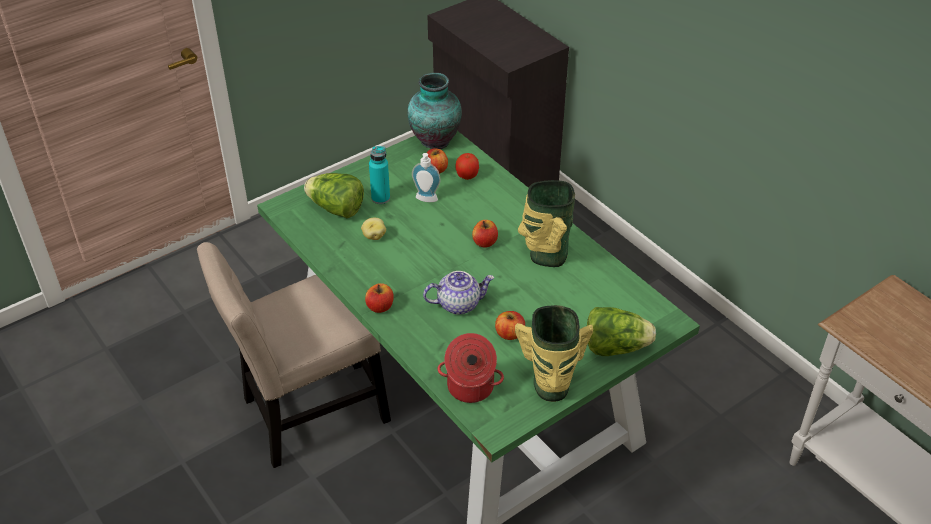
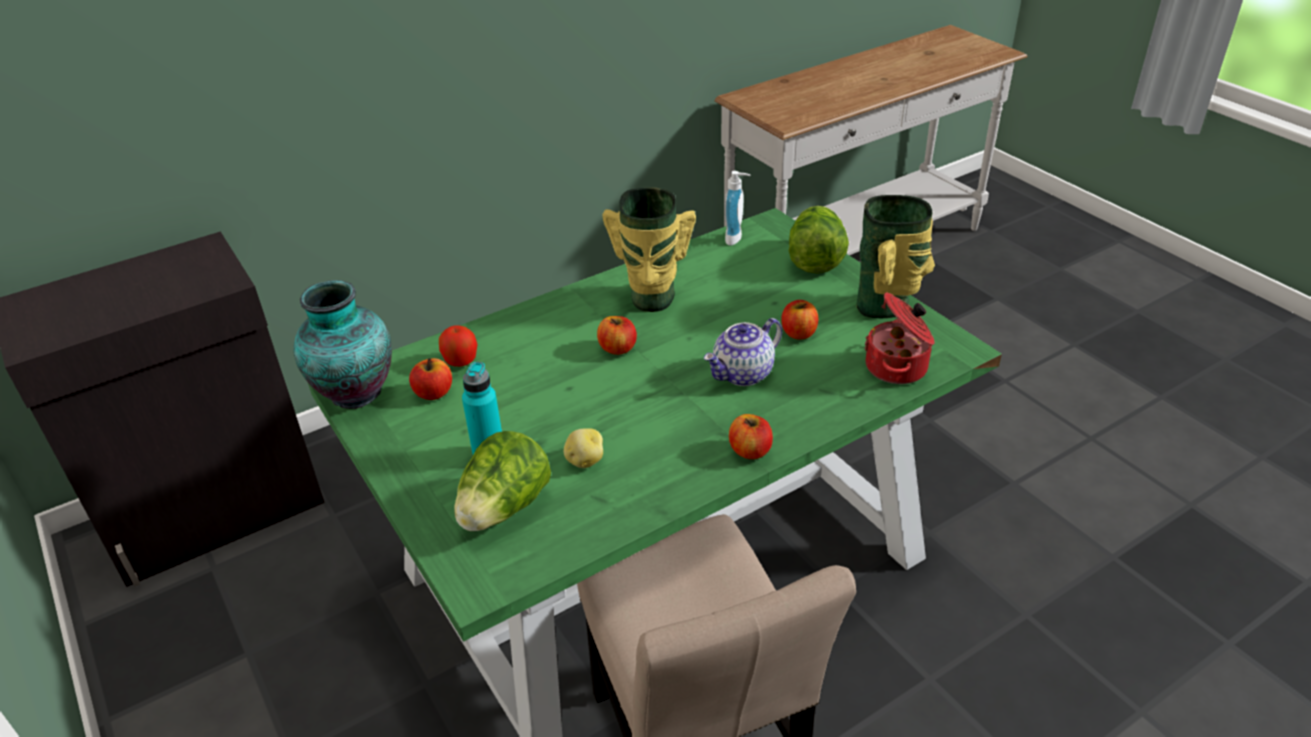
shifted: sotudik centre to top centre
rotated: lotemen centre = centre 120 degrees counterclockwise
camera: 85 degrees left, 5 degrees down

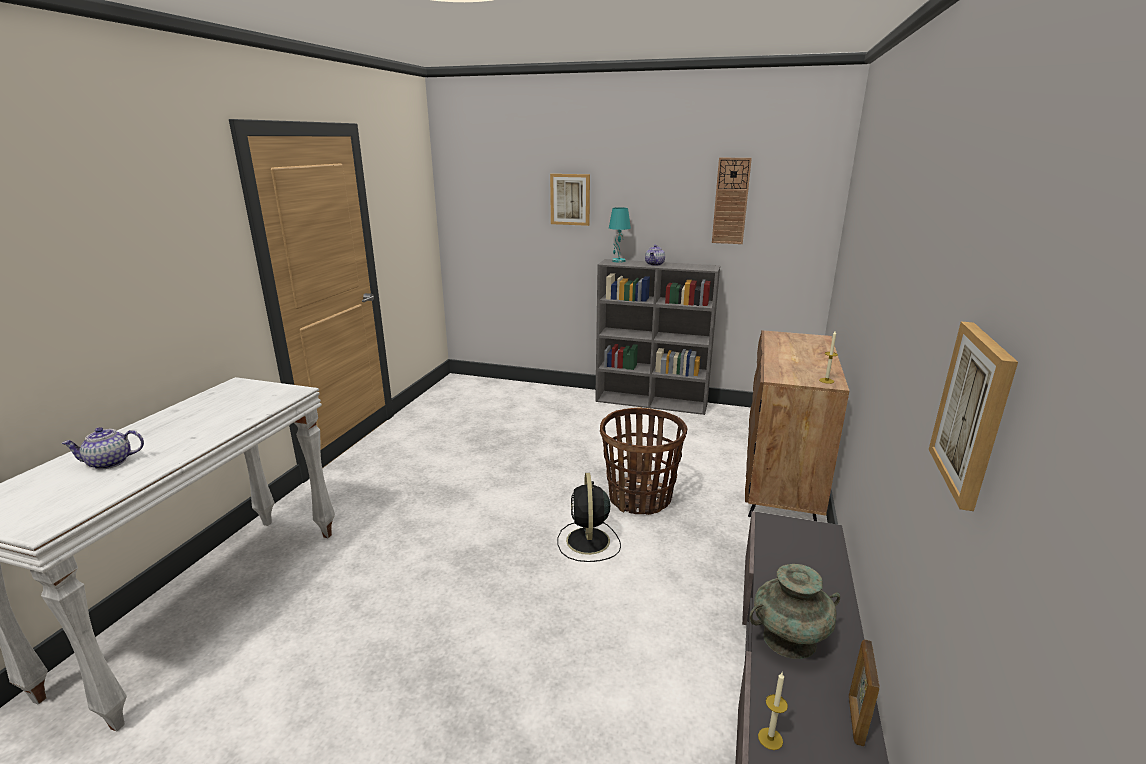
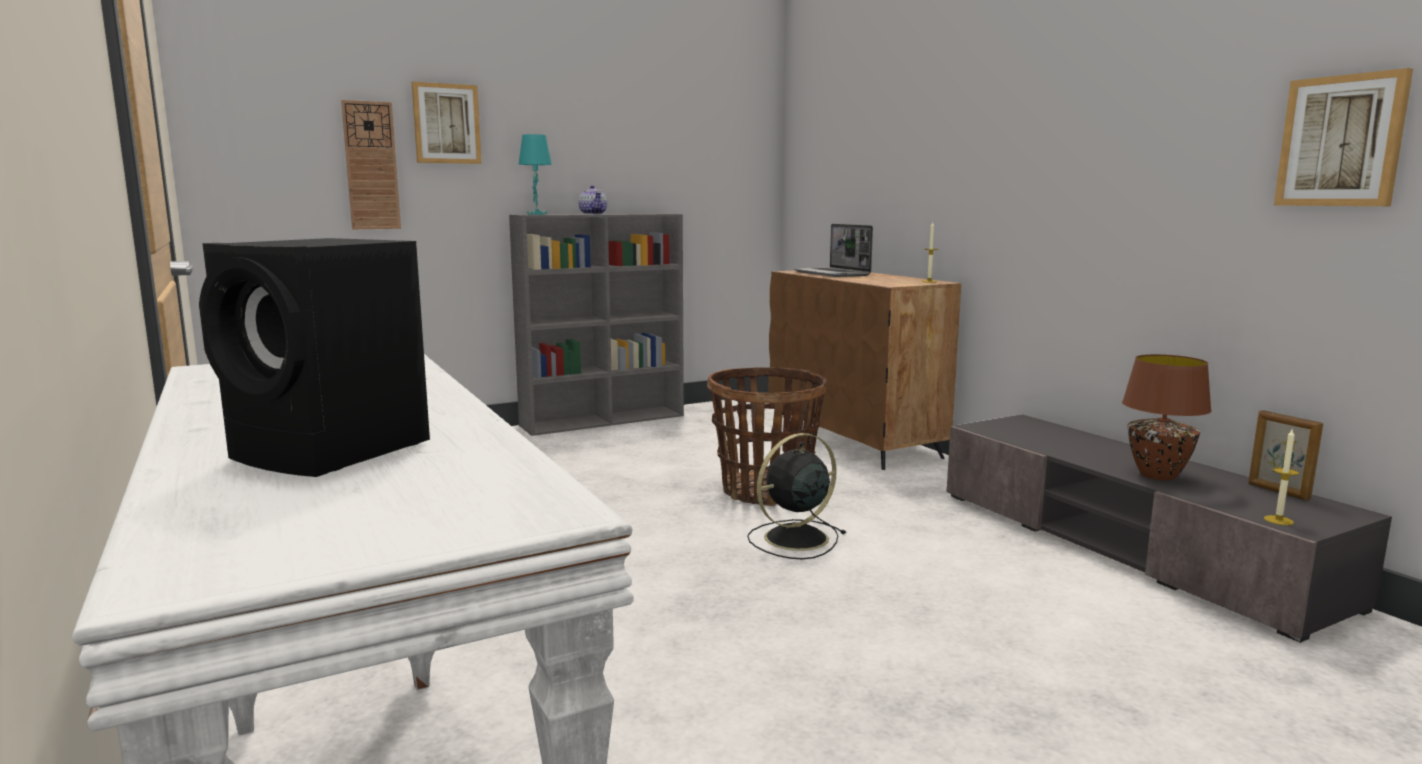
new: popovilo top centre
shifted: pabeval top centre to top left
swapped: lotemen (no. 1 from left) middle left to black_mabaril middle left; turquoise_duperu bottom right to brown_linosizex middle right
rotated: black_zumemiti bottom centre = centre 105 degrees clockwise
camera: 45 degrees left, 10 degrees down

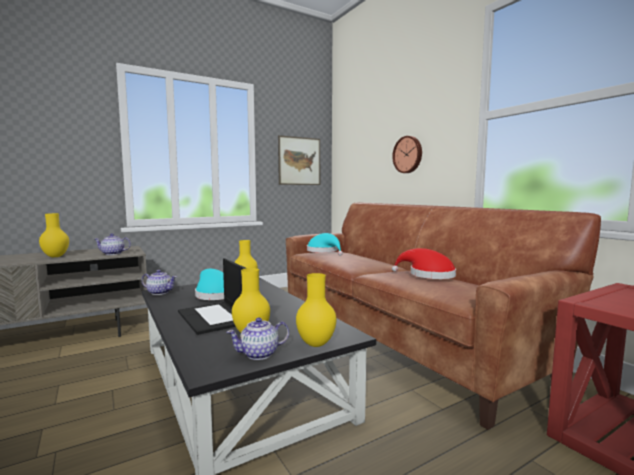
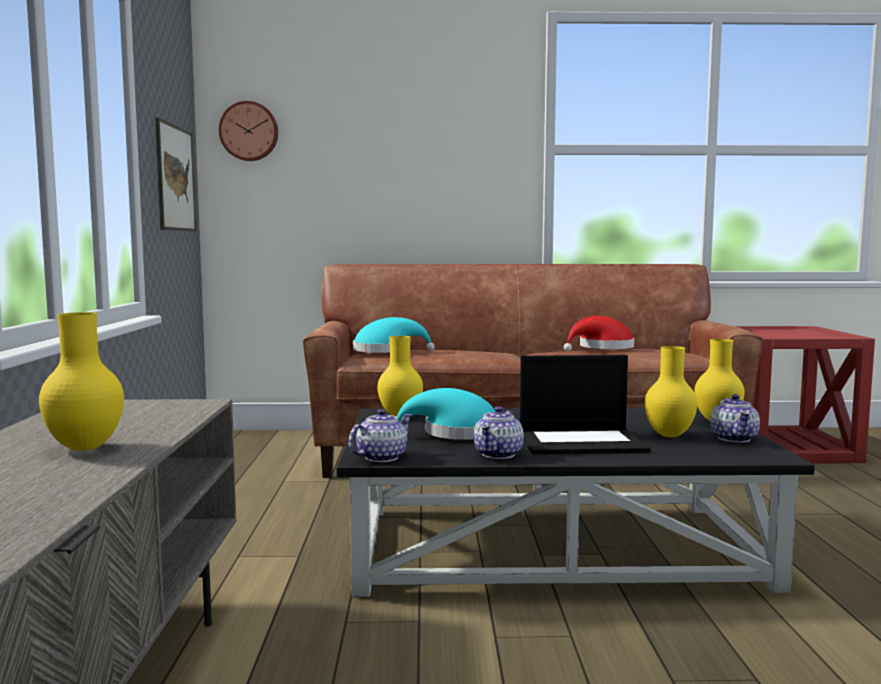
shifted: lotemen (no. 1 from left in the first image) middle left to lotemen (no. 2 from left) centre; pabeval top centre to top left
camera: 60 degrees left, 0 degrees up

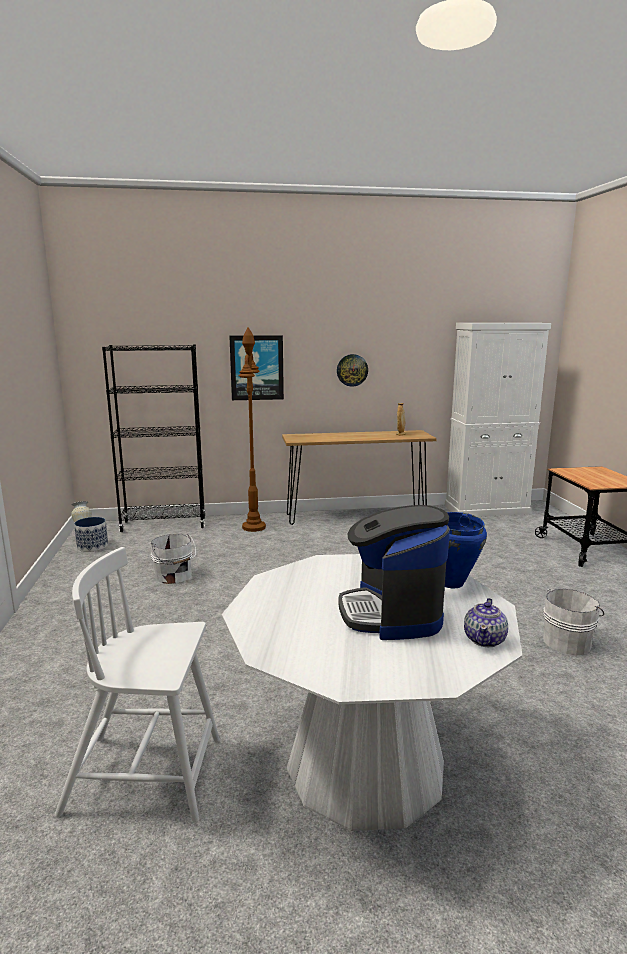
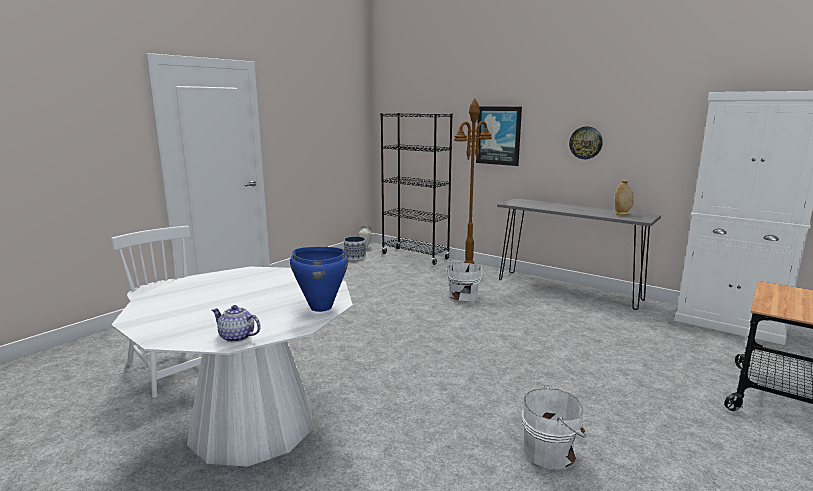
gone: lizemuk centre
shifted: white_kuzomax (no. 1 from left) middle left to centre
repainted: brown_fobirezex centre to grey_fobirezex middle right
rotated: lotemen middle right = middle left 45 degrees clockwise
camera: 45 degrees right, 0 degrees up

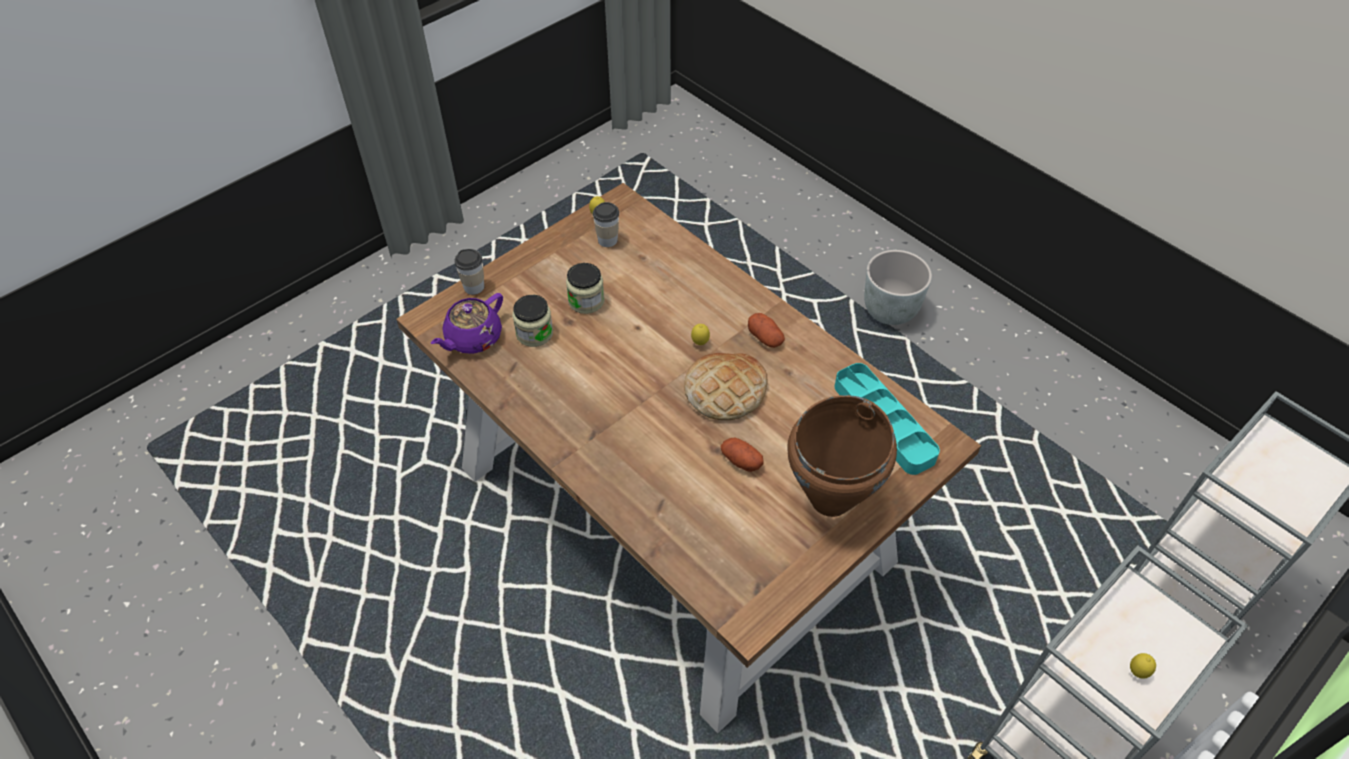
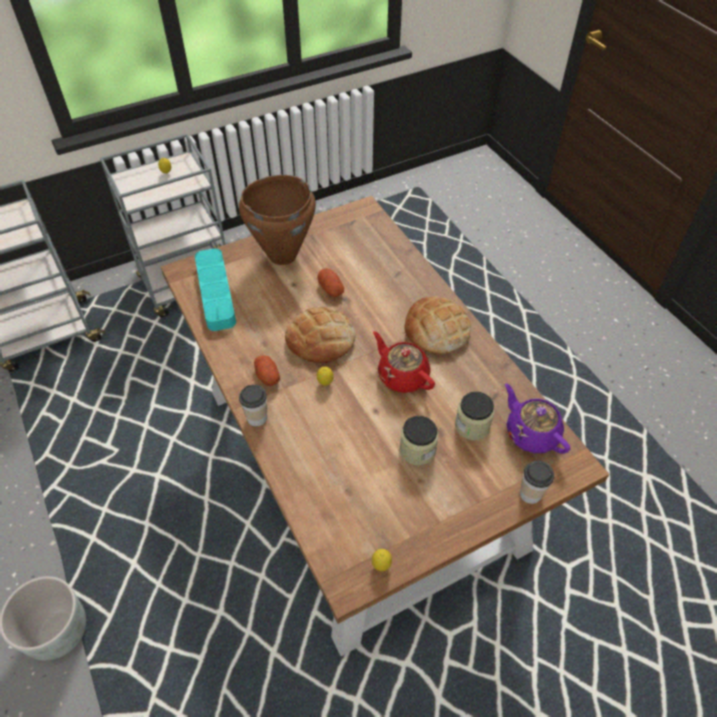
new: red_lotemen centre; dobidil (no. 2 from left) centre
shifted: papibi (no. 2 from left in the first image) top centre to papibi (no. 1 from left) centre
rotated: purple_lotemen centre = middle right 90 degrees counterclockwise
camera: 165 degrees left, 0 degrees up

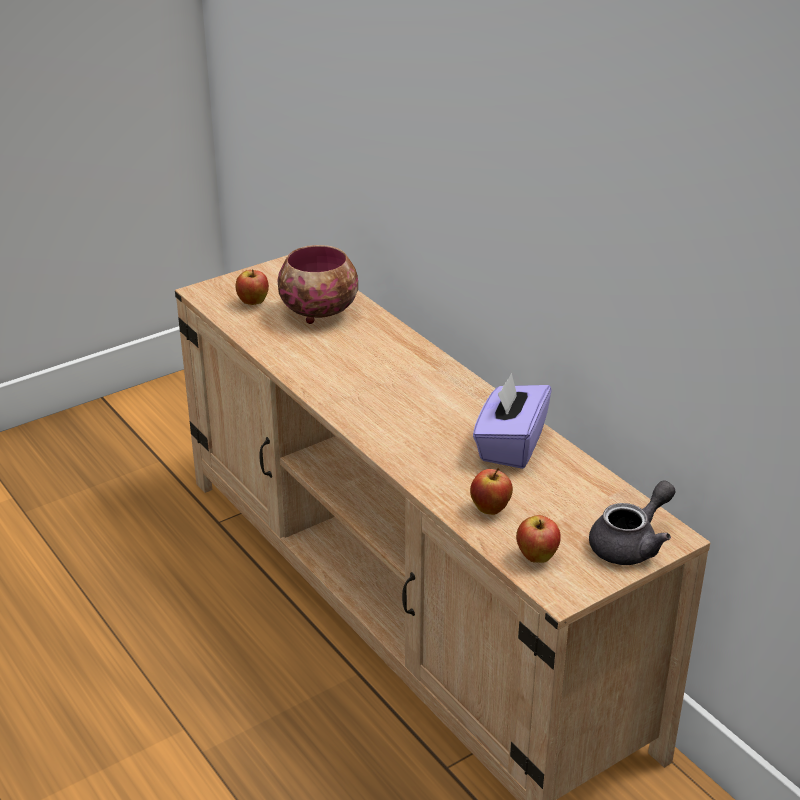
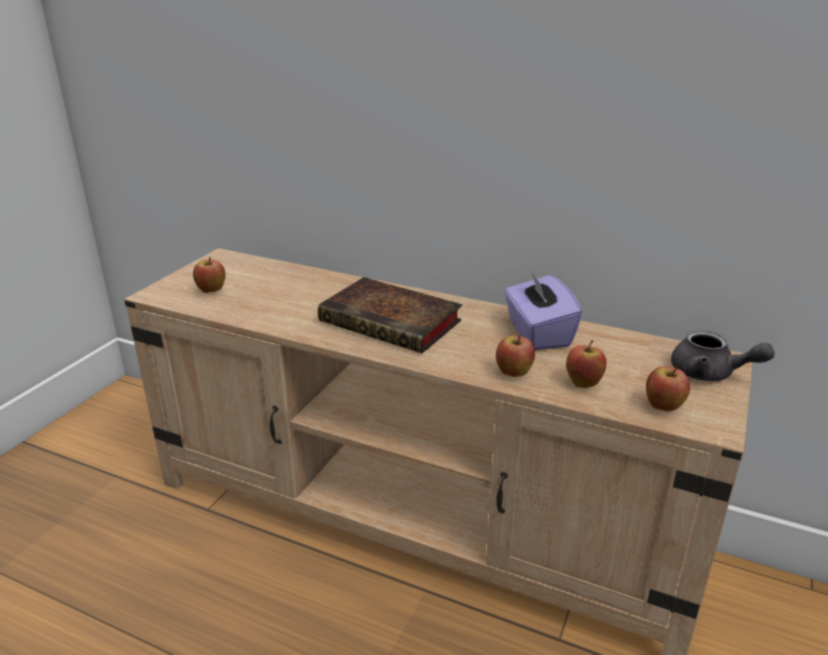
gone: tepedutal centre
new: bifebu centre; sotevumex (no. 2 from left) centre
rotated: grey_lotemen middle right = middle right 105 degrees clockwise
camera: 30 degrees left, 5 degrees down

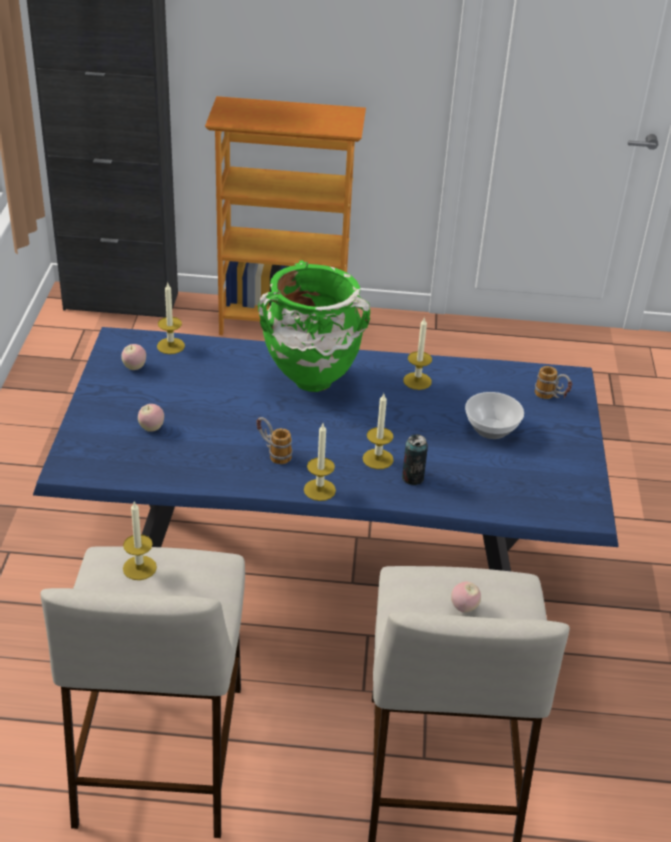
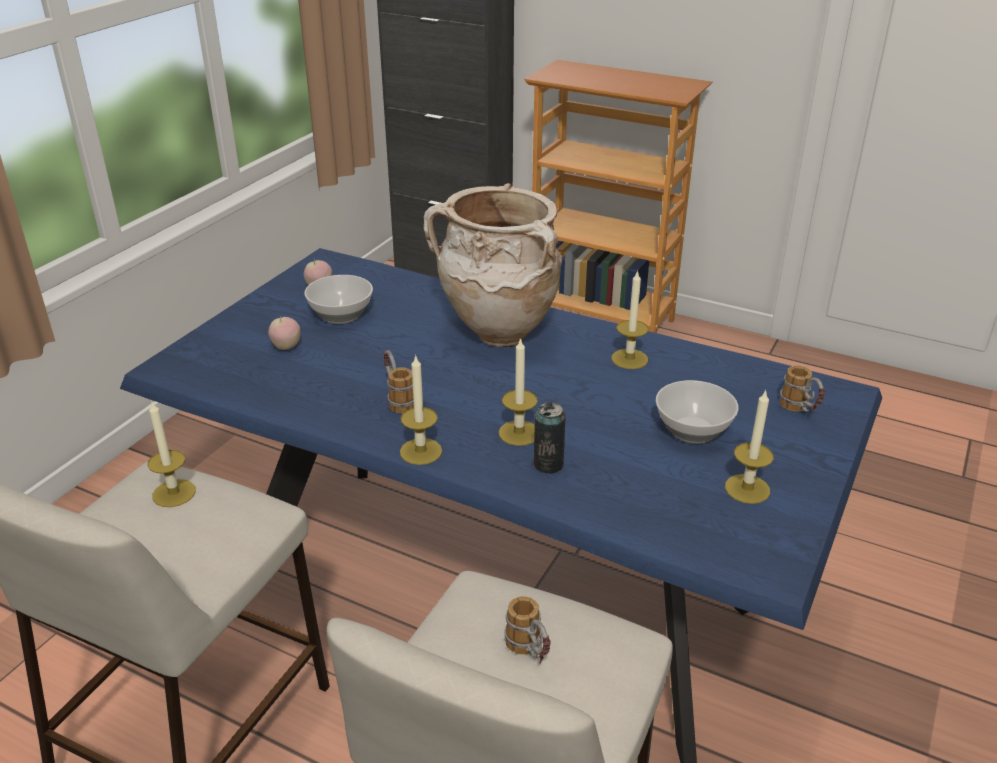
new: tepedutal (no. 1 from left) centre
shifted: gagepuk (no. 2 from left in the first image) middle left to gagepuk (no. 5 from left) middle right
swapped: sotevumex (no. 3 from left) bottom right to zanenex (no. 2 from left) bottom centre
repainted: green_duperu centre to beige_duperu centre
camera: 25 degrees right, 5 degrees down

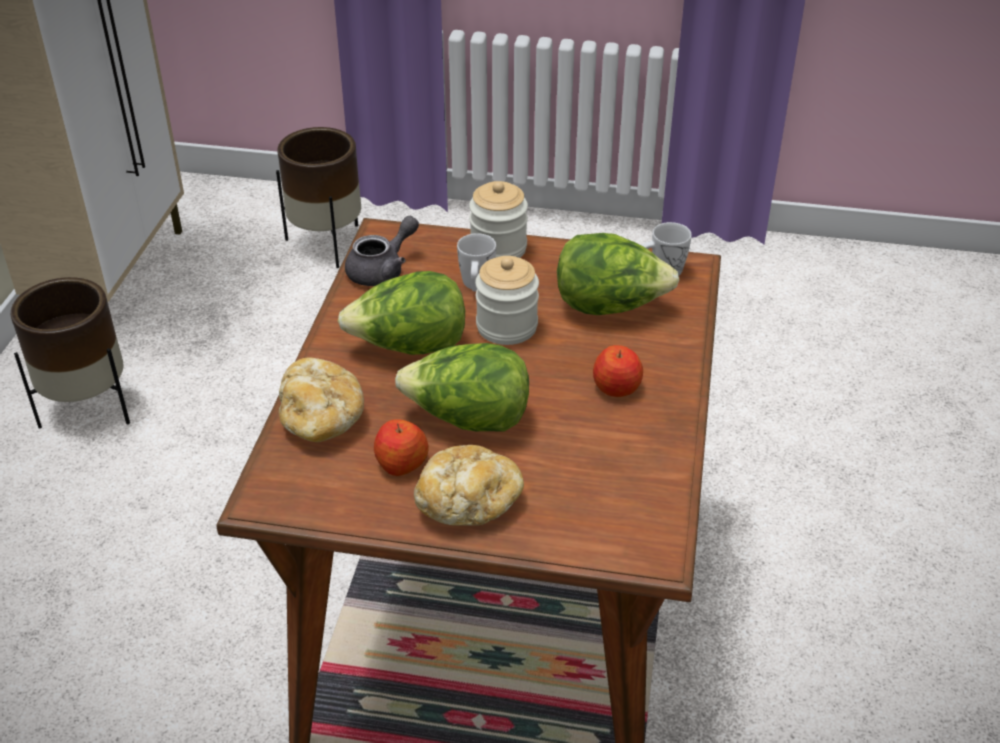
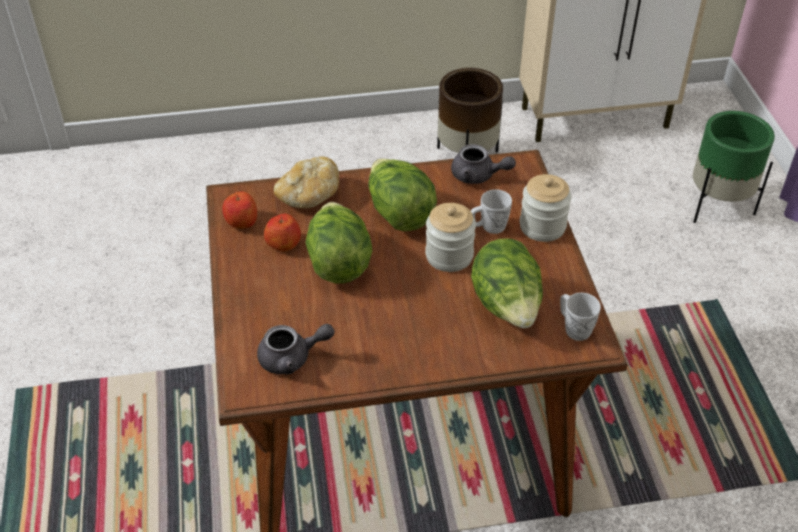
gone: dobidil (no. 2 from left) centre
new: grey_lotemen (no. 1 from left) centre
shifted: sotevumex (no. 2 from left in the first image) centre to sotevumex (no. 1 from left) middle left
repainted: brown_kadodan (no. 2 from left) top left to green_kadodan top right
camera: 70 degrees right, 5 degrees up

